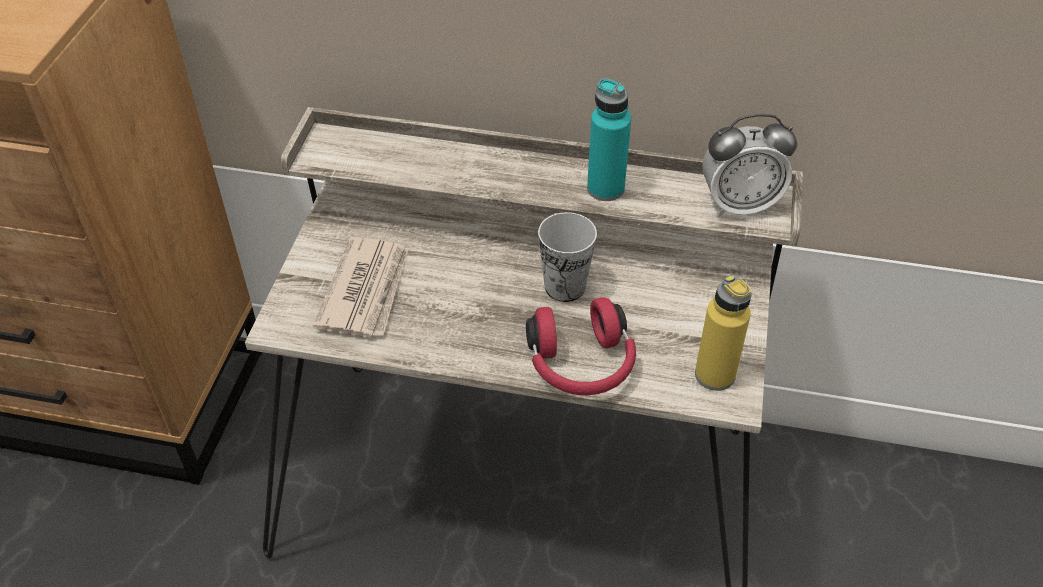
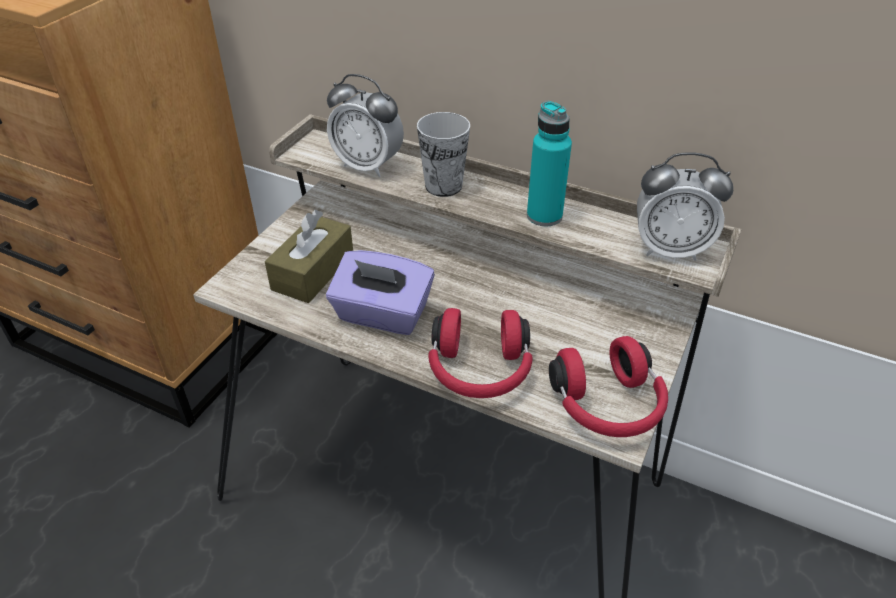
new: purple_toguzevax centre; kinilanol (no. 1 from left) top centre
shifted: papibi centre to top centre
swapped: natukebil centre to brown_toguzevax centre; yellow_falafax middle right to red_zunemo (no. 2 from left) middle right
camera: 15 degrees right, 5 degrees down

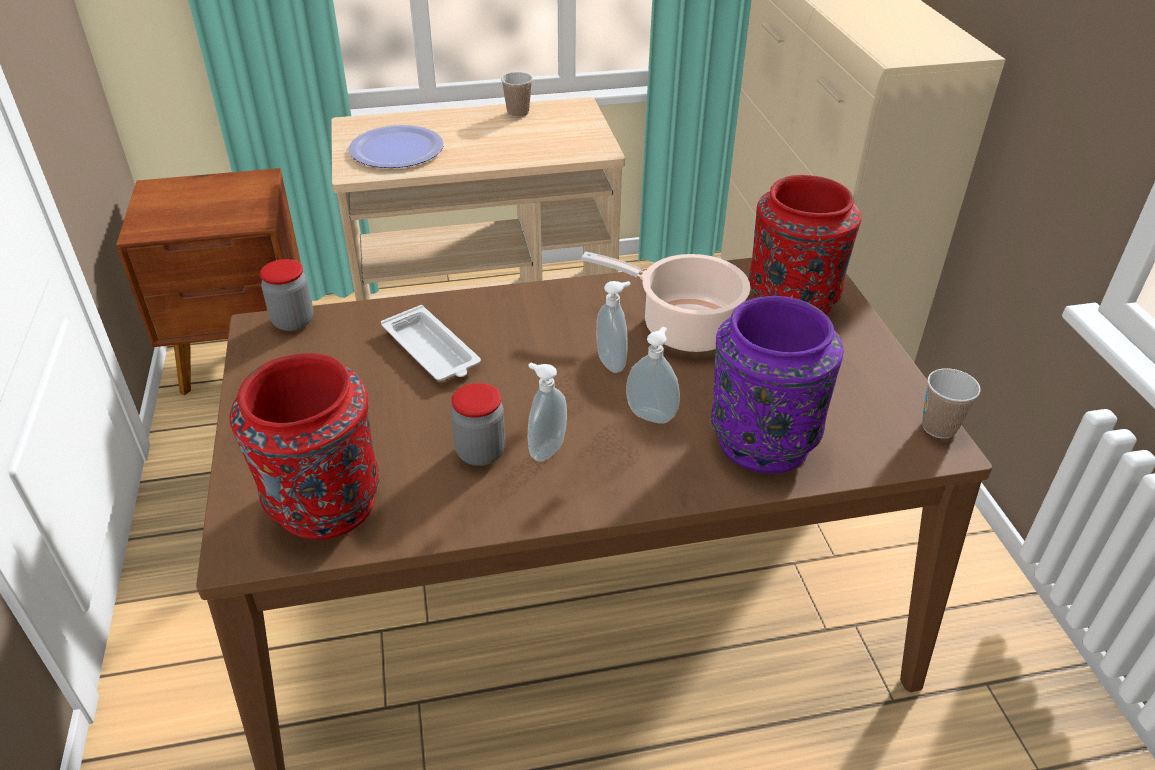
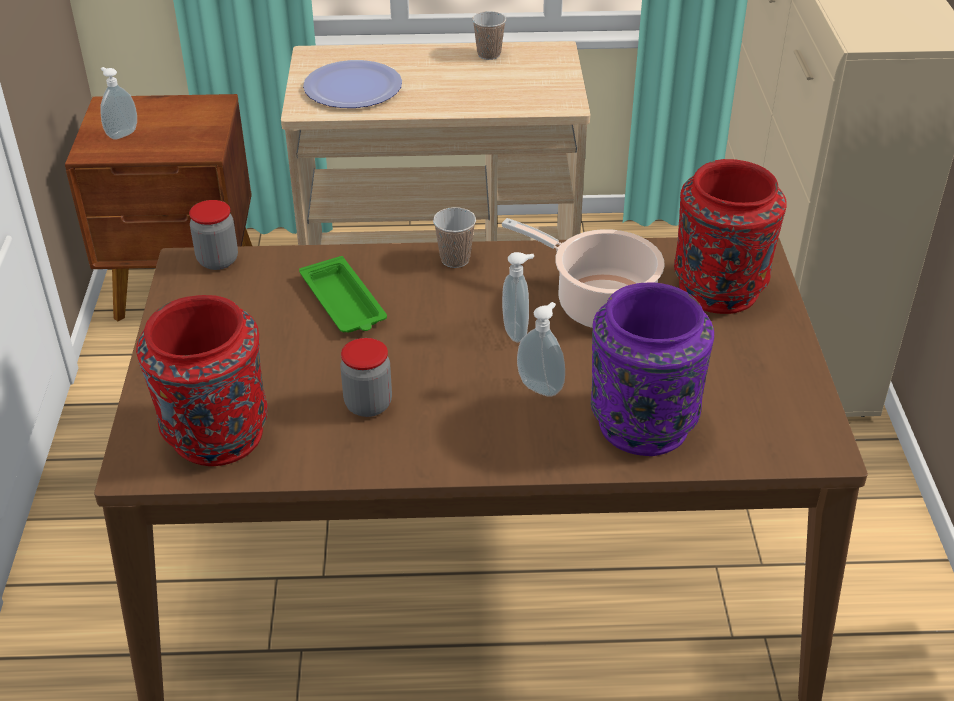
shifted: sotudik (no. 1 from left) centre to top left; papibi (no. 2 from left in the first image) middle right to papibi (no. 1 from left) centre
repainted: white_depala centre to green_depala centre
camera: 10 degrees right, 0 degrees up

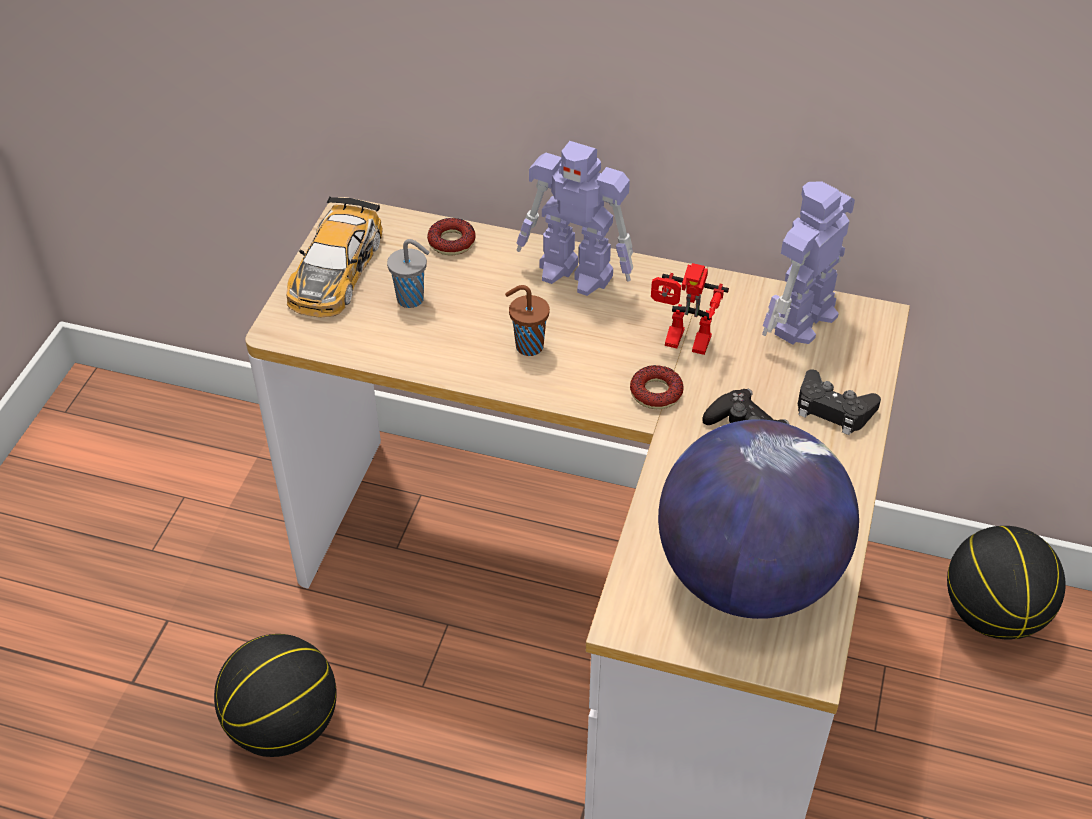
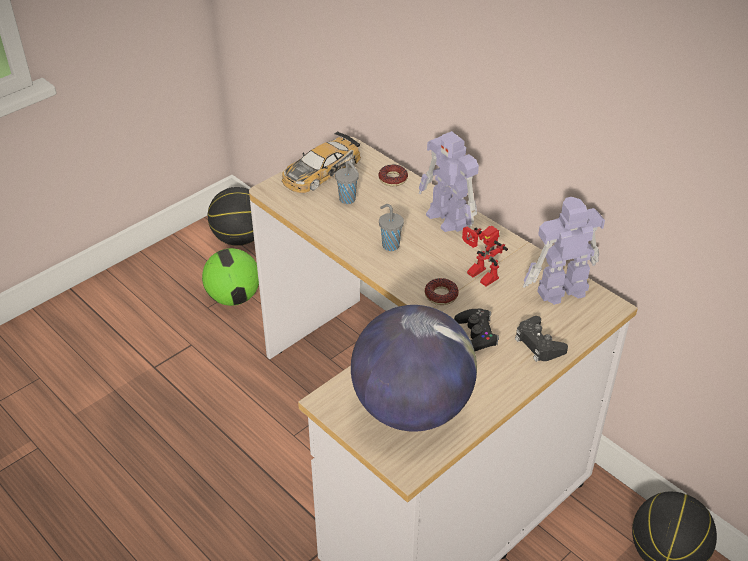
new: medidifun middle left
shifted: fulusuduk (no. 1 from left) bottom left to middle left
repainted: brown_papibi centre to grey_papibi (no. 2 from left) centre
camera: 30 degrees right, 5 degrees down

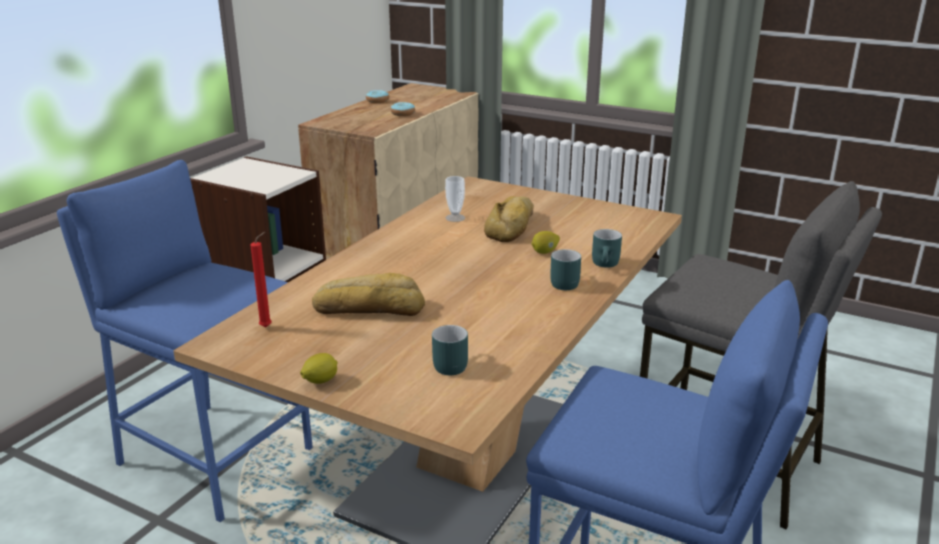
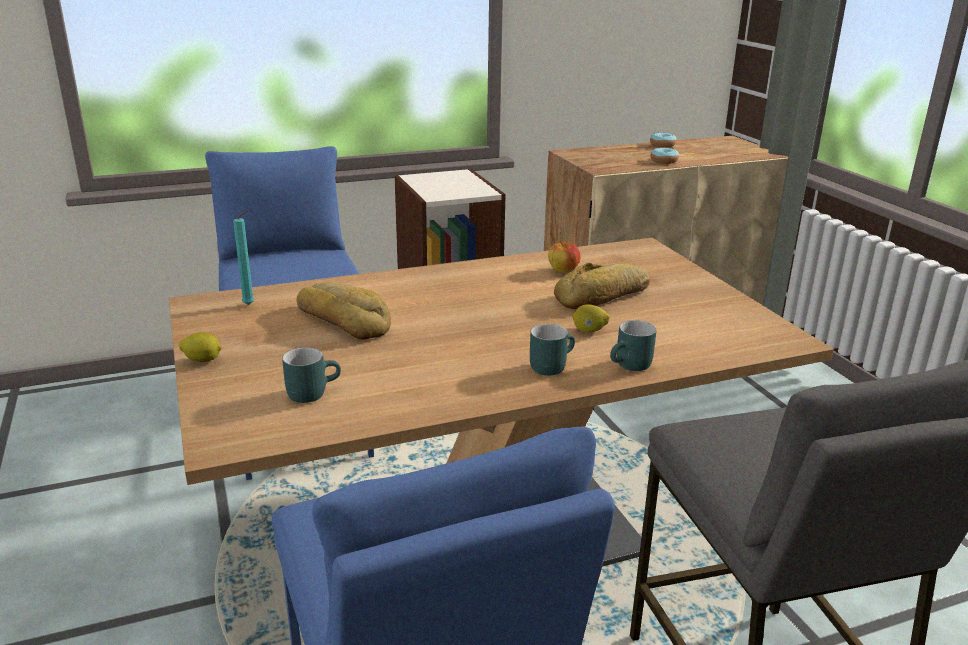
swapped: papibi centre to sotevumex centre
repainted: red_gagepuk middle left to turquoise_gagepuk middle left
camera: 40 degrees right, 0 degrees up

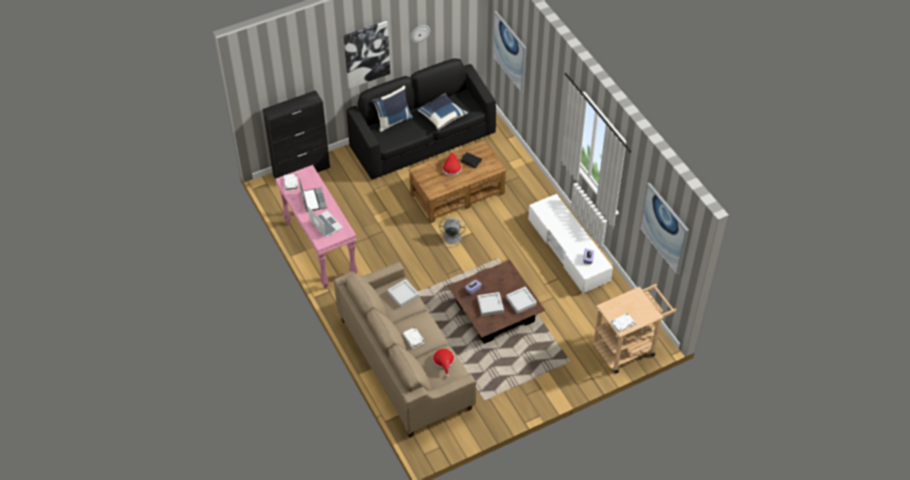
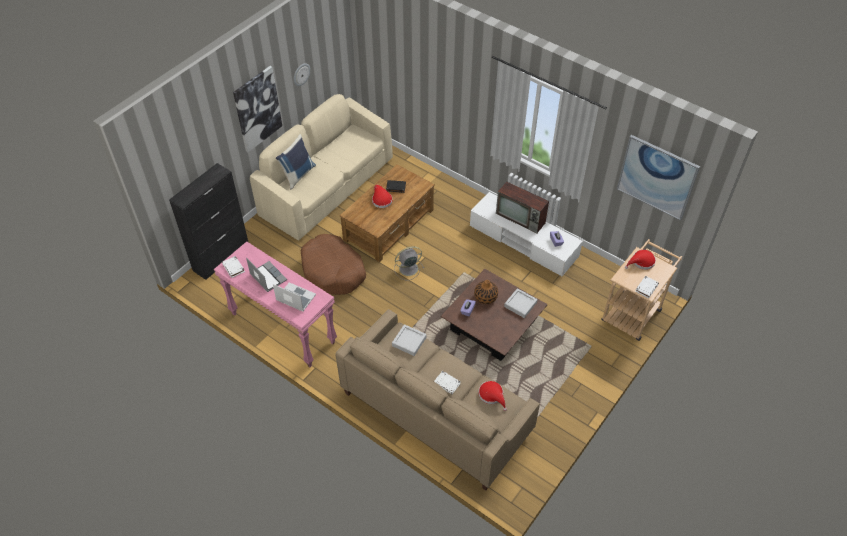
gone: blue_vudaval (no. 2 from left) top centre; grey_depala (no. 2 from left) centre; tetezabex (no. 2 from left) top centre
new: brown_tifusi centre; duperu centre; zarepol centre; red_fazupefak (no. 3 from left) middle right
repainted: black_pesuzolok top centre to beige_pesuzolok (no. 1 from left) top centre
camera: 25 degrees left, 0 degrees up

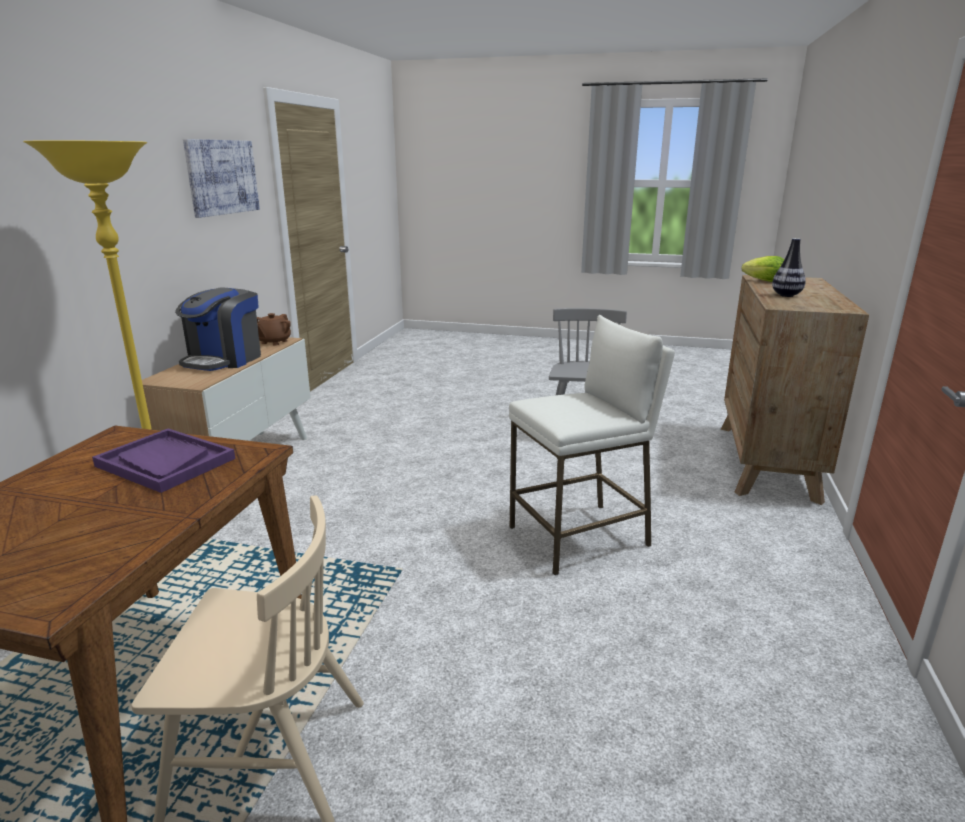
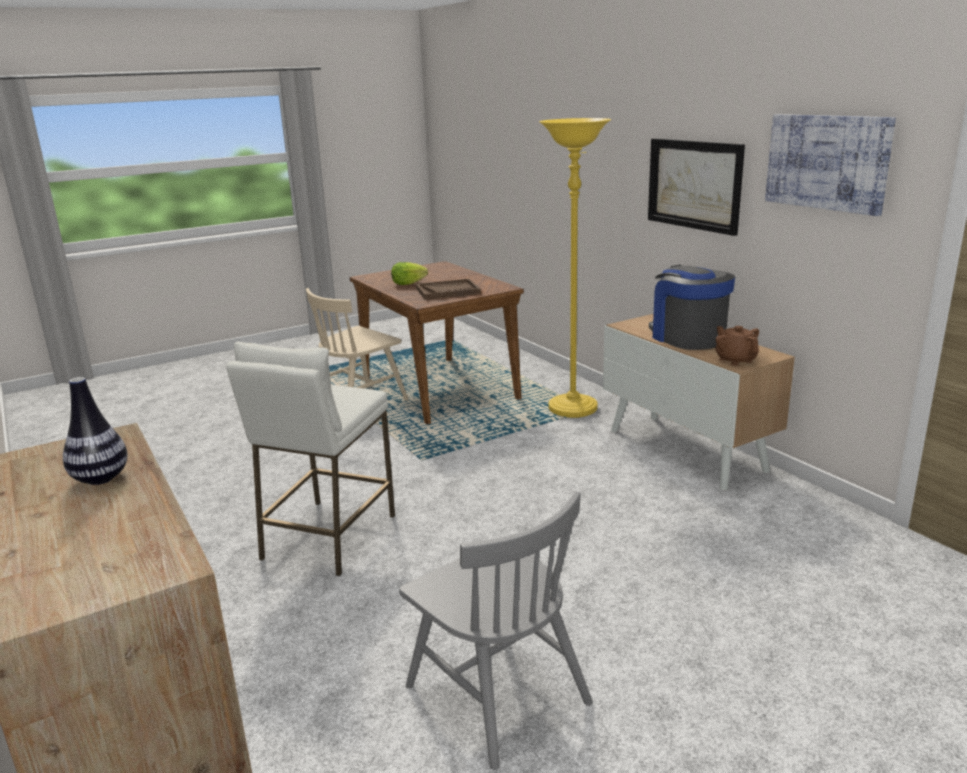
new: tetezabex (no. 1 from left) top right
shifted: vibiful top right to centre
repainted: purple_depala middle left to brown_depala centre
camera: 135 degrees right, 0 degrees up

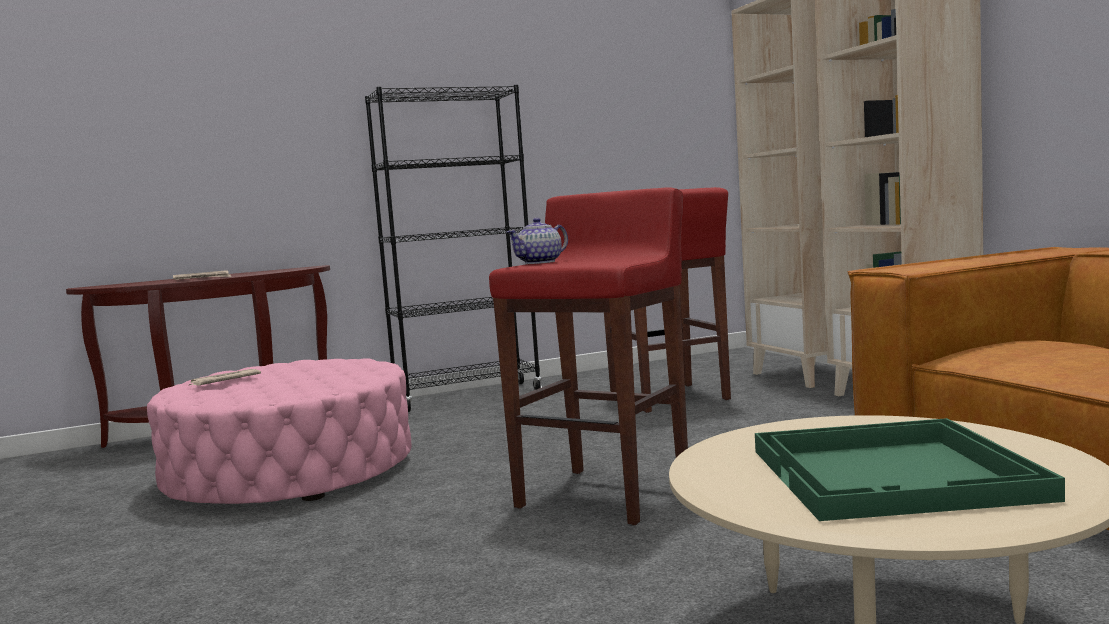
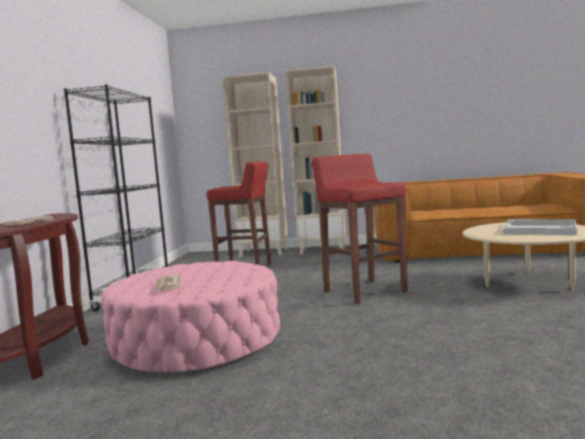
gone: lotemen centre
repainted: green_depala bottom right to white_depala middle right
camera: 60 degrees left, 0 degrees up

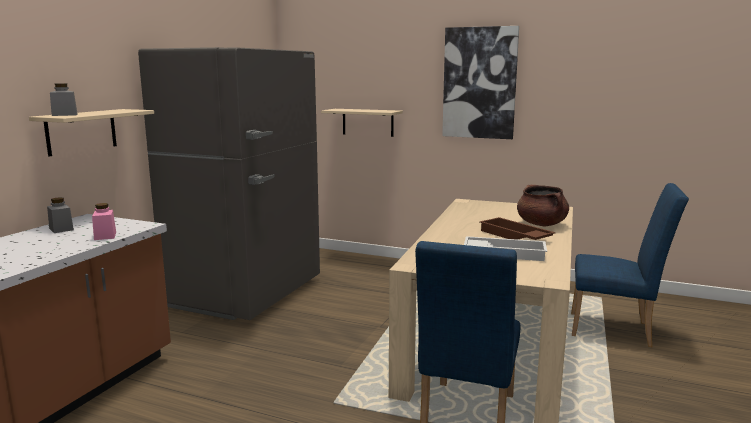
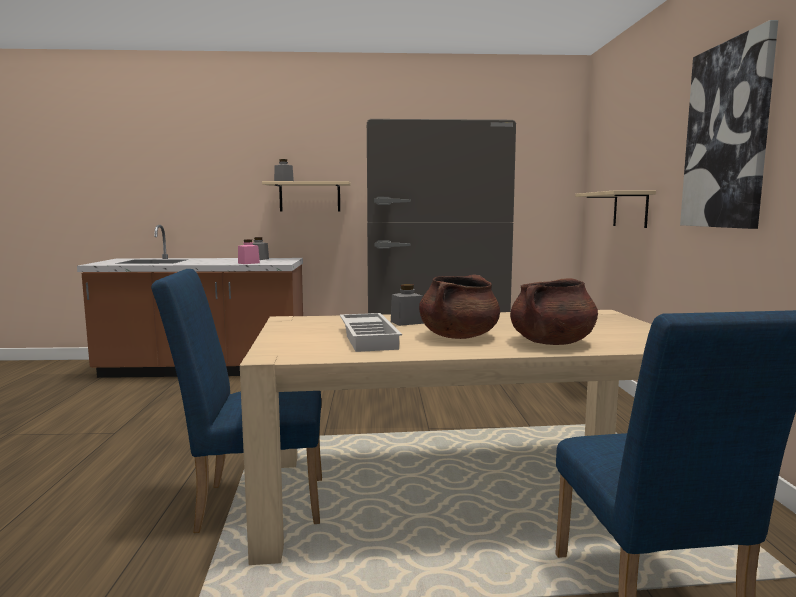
new: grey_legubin (no. 3 from left) centre
swapped: brown_depala middle right to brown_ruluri (no. 1 from left) centre
camera: 65 degrees right, 5 degrees down

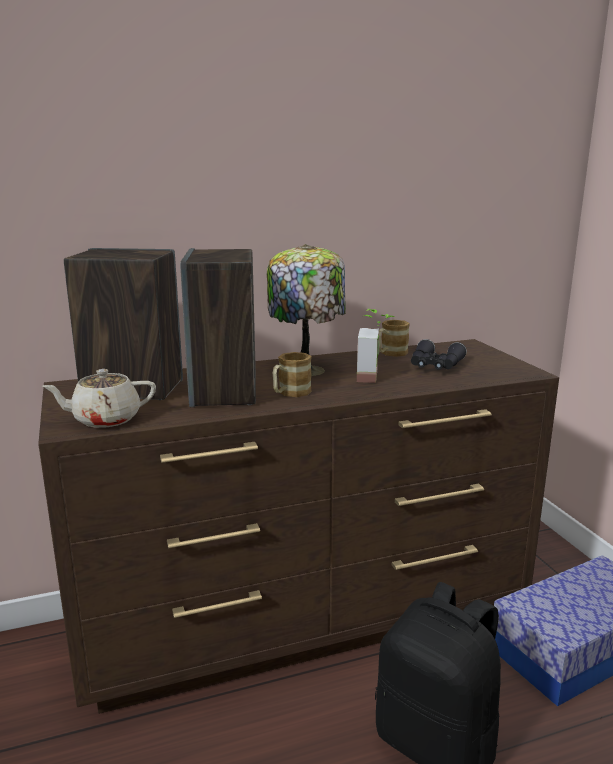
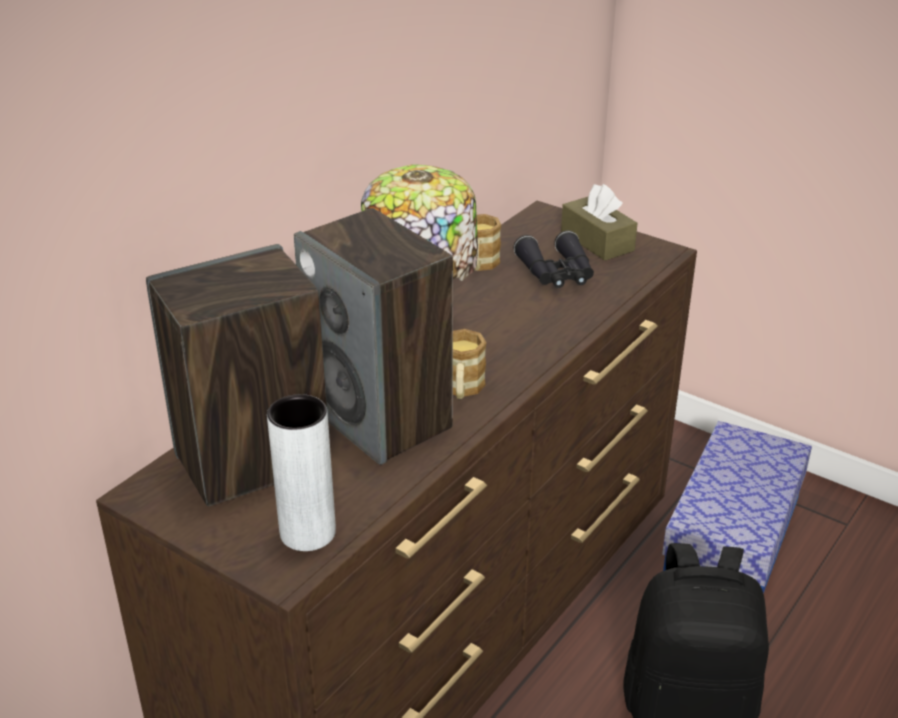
gone: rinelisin centre
new: brown_toguzevax top right
swapped: beige_lotemen middle left to grey_duperu centre
camera: 35 degrees left, 15 degrees up

